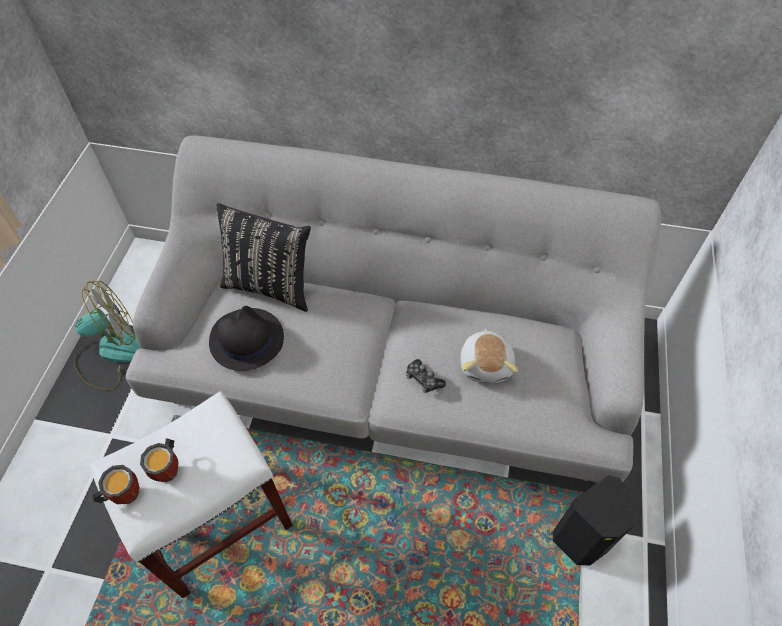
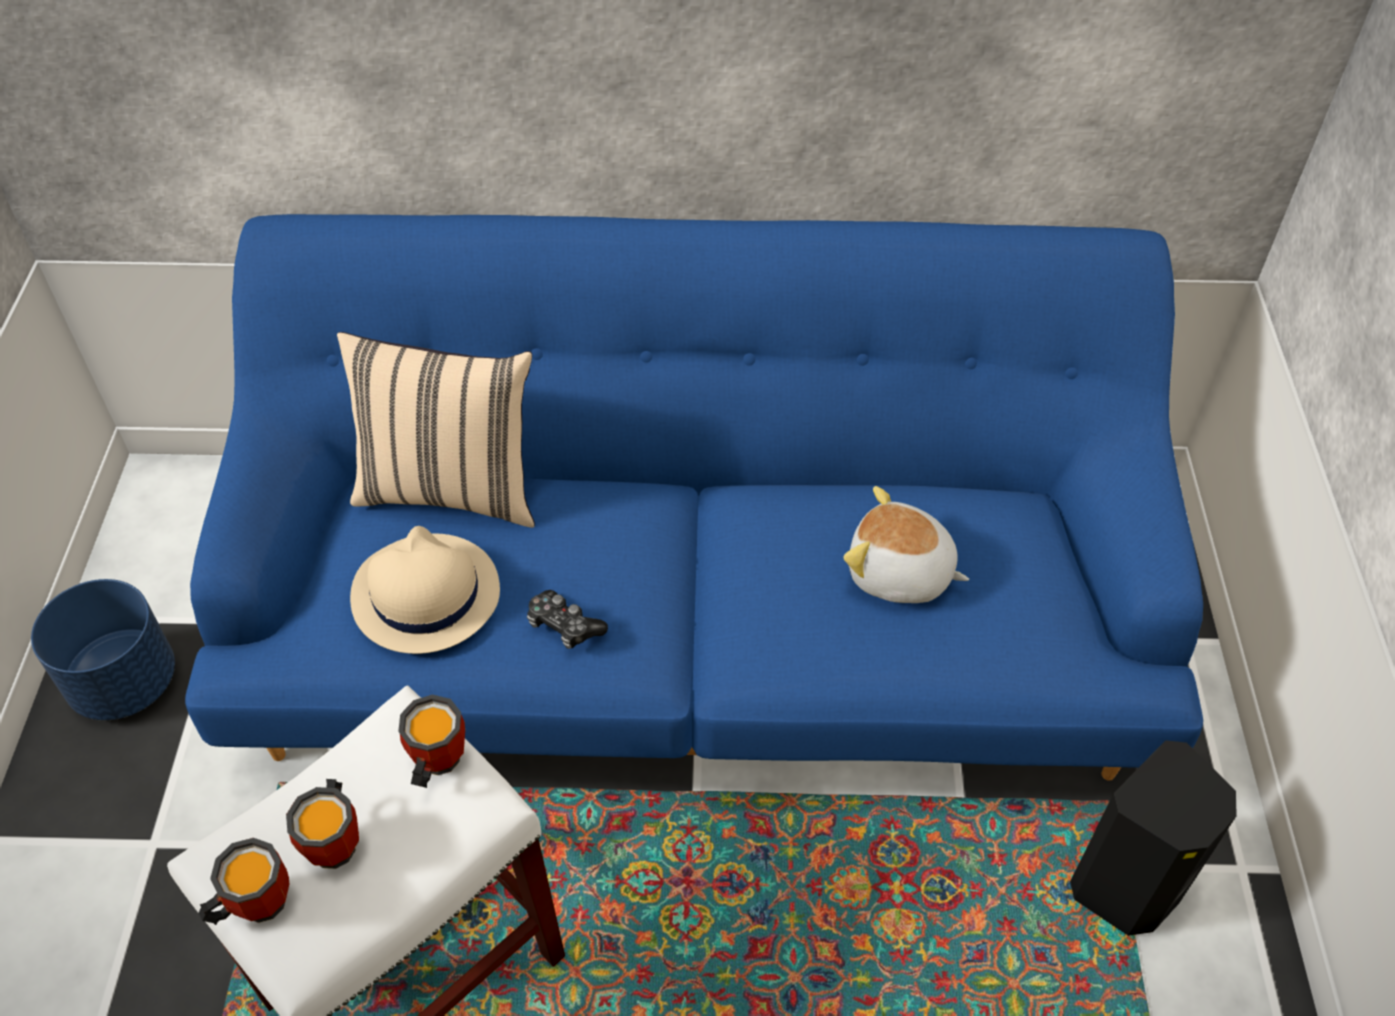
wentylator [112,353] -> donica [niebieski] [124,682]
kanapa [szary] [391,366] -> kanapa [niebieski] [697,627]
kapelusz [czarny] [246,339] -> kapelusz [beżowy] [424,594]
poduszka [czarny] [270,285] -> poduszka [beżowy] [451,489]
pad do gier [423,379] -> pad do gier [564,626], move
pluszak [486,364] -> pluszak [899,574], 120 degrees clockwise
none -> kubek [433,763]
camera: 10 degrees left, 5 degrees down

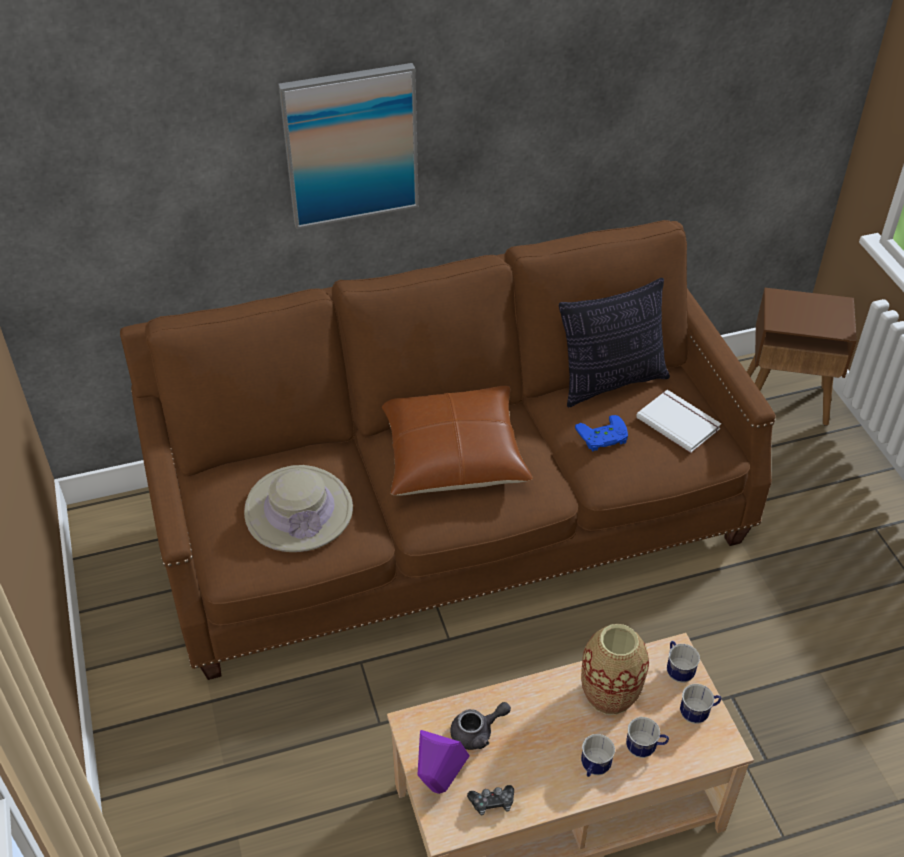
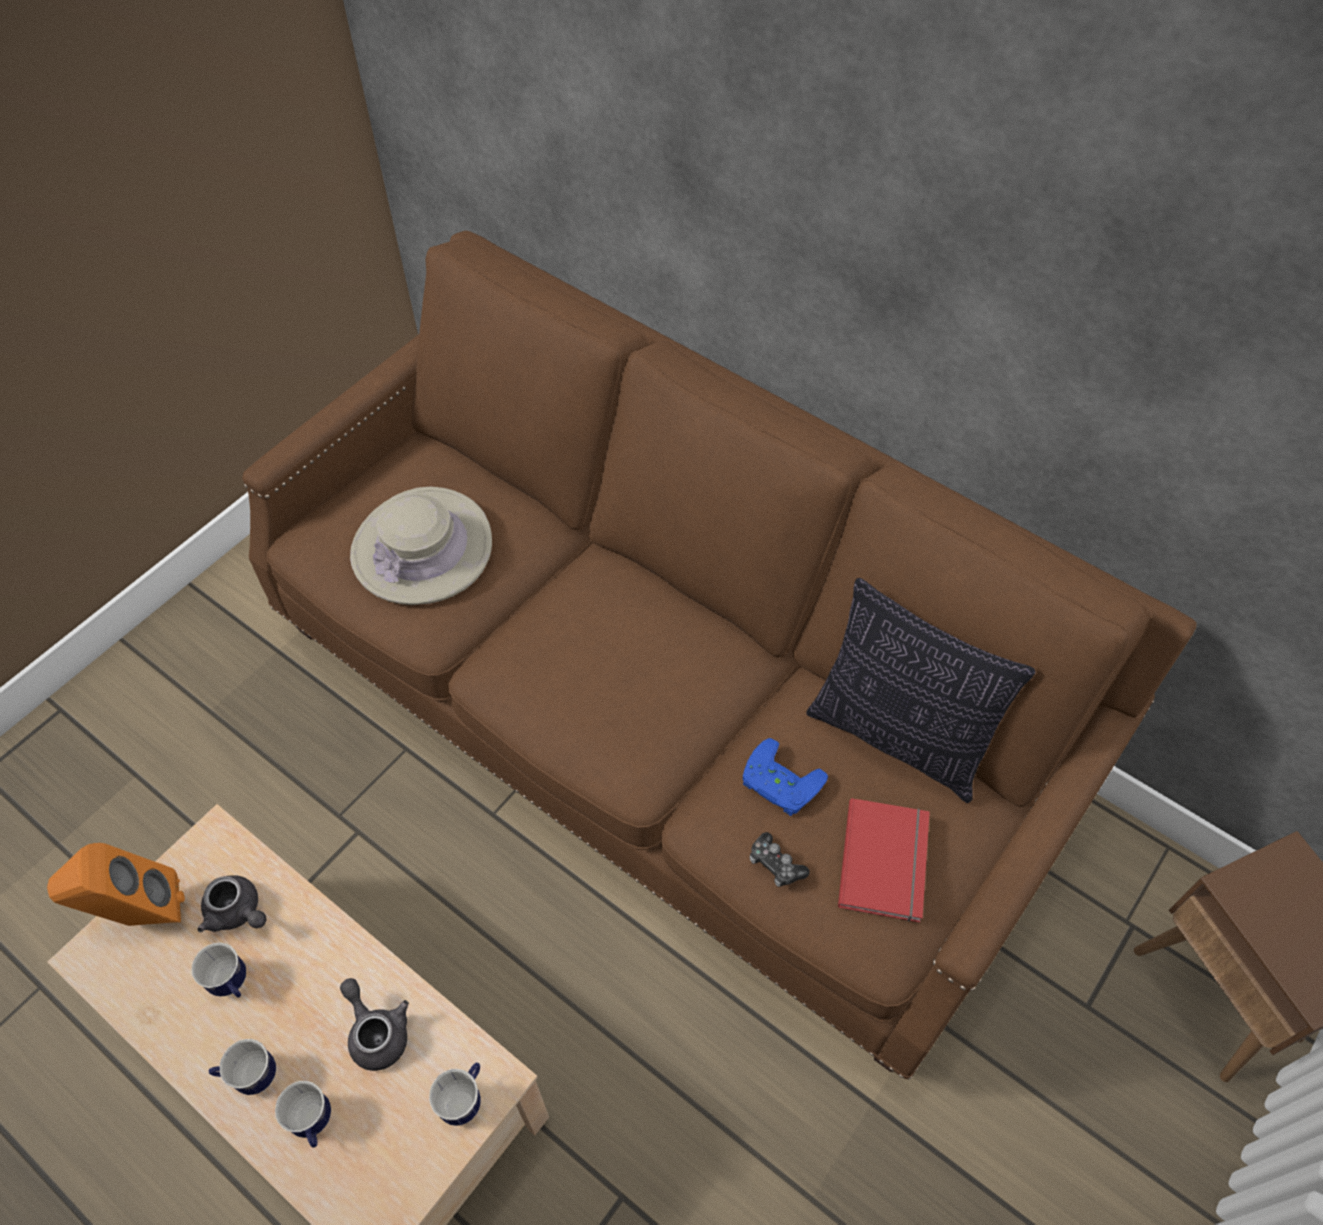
obraz [351,146] -> none
poduszka [brązowy] [453,455] -> none
głośnik [fioletowy] [439,787] -> głośnik [pomarańczowy] [141,915]
pad do gier [492,803] -> pad do gier [775,865], move
wazon [609,694] -> imbryk [szary] [377,1031]
książka [biały] [679,422] -> książka [czerwony] [887,861]
kubek [698,713] -> kubek [232,984], move
camera: 55 degrees right, 10 degrees up

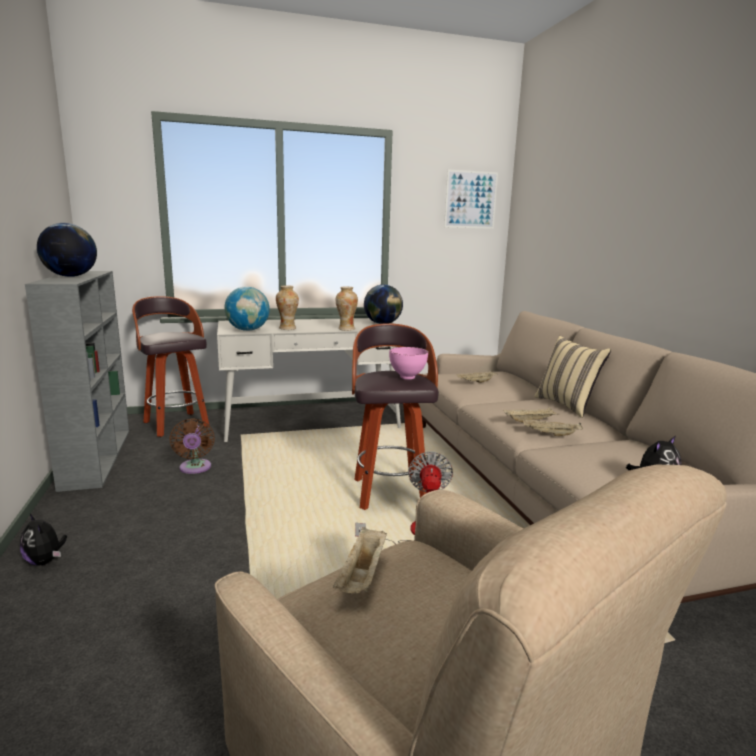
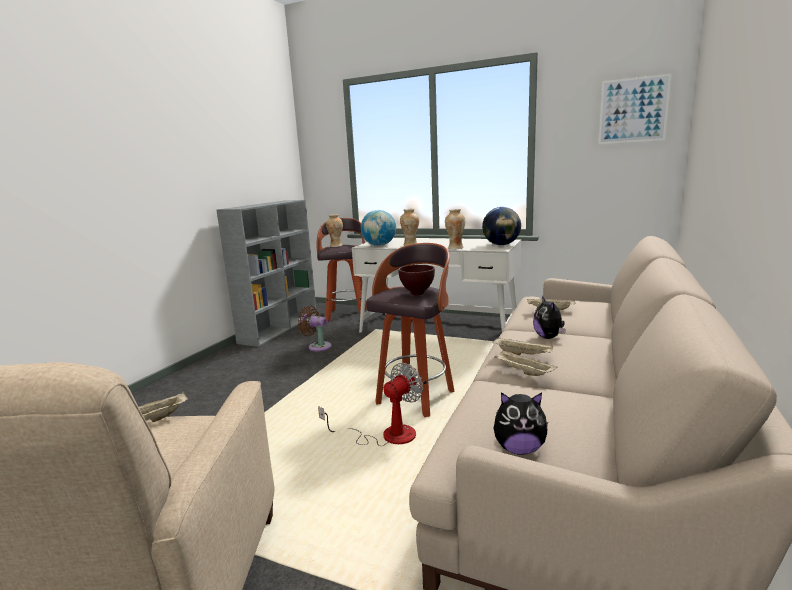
pluszak [45,561] -> pluszak [549,337], move
globus [70,276] -> none
wentylator [brązowy] [195,468] -> wentylator [brązowy] [317,346], 90 degrees clockwise
miska [różowy] [406,378] -> miska [brązowy] [416,294]
poduszka [beżowy] [567,405] -> none
none -> wazon [336,246]
camera: 40 degrees right, 0 degrees up

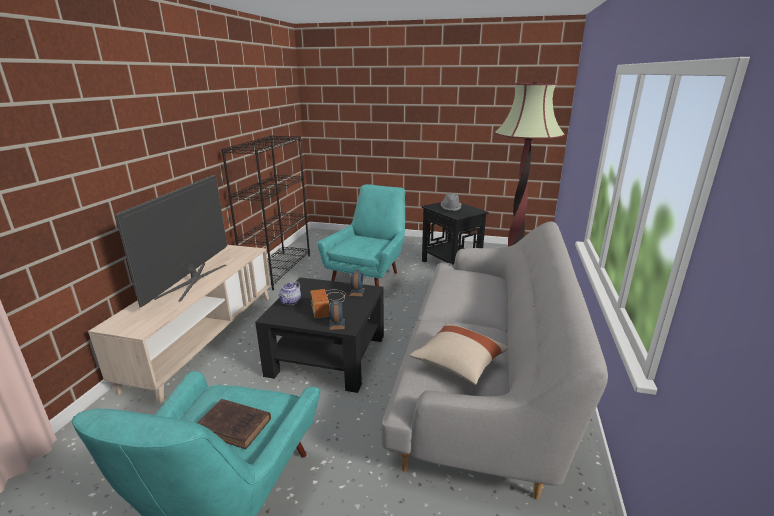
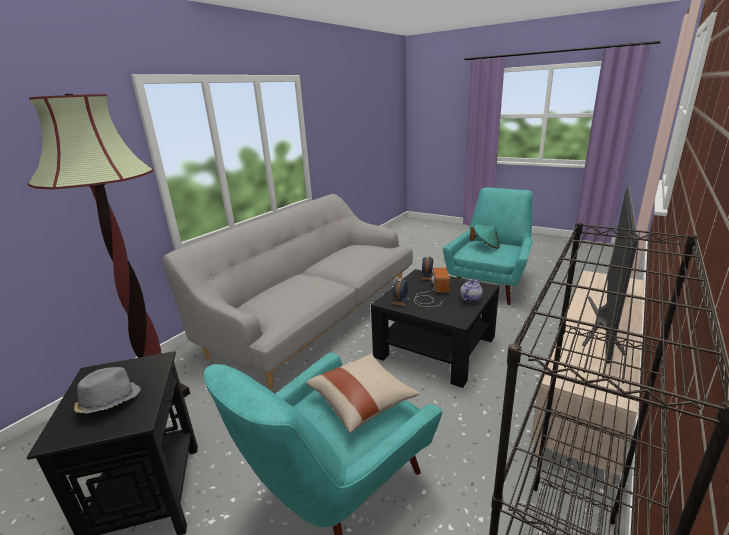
książka [brązowy] [235,426] -> kapelusz [turkusowy] [485,246]
poduszka [beżowy] [458,364] -> poduszka [beżowy] [362,402], move
camera: 160 degrees left, 0 degrees up

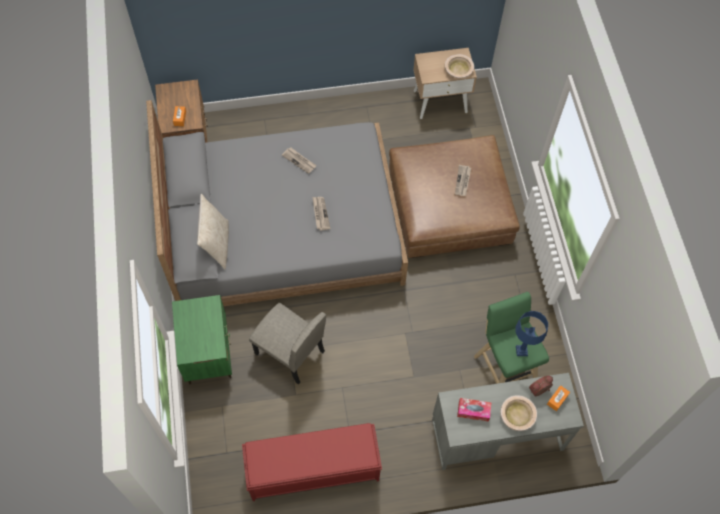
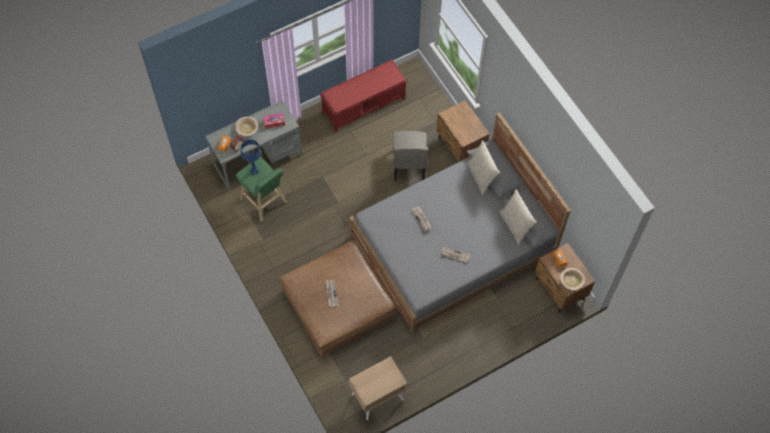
szafka nocna [zielony] [208,353] -> szafka nocna [brązowy] [460,147]
krzesło [beżowy] [289,353] -> krzesło [beżowy] [408,164], 105 degrees counterclockwise
miska [beżowy] [458,70] -> miska [beżowy] [571,281], move
none -> poduszka [beżowy] [515,225]
camera: 160 degrees right, 0 degrees up

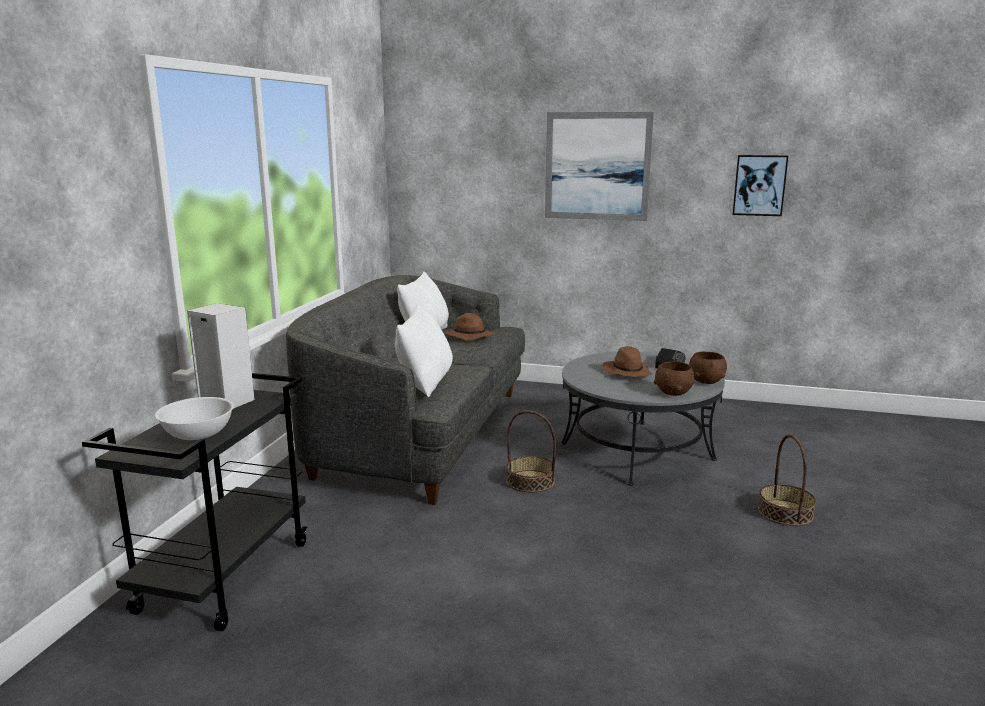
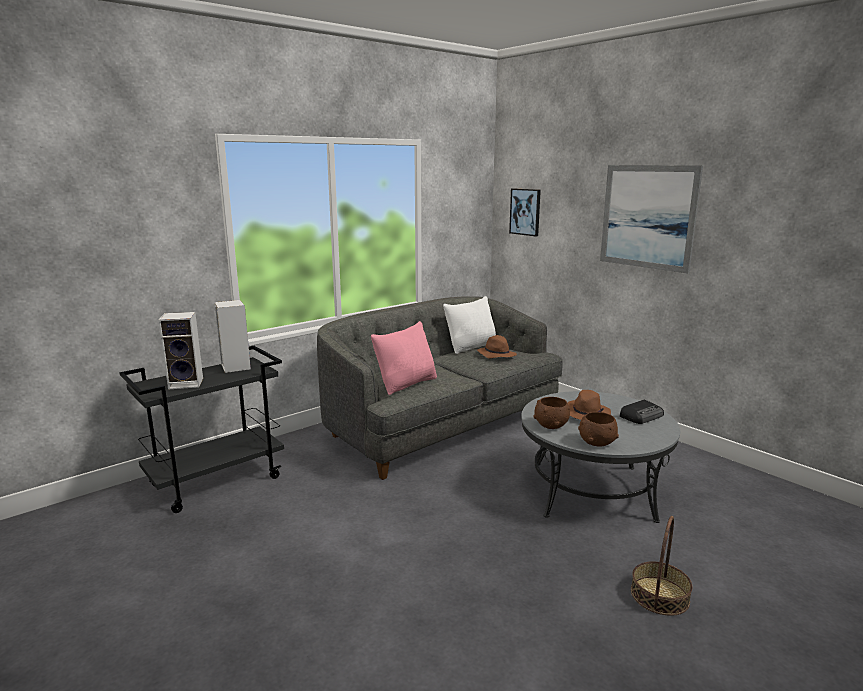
miska [biały] [198,434] -> głośnik [187,383]
poduszka [biały] [425,383] -> poduszka [różowy] [406,384]
koszyk [530,481] -> none
miska [brązowy] [706,381] -> miska [brązowy] [550,425], move
obraz [759,185] -> obraz [525,212], move
camera: 35 degrees right, 0 degrees up

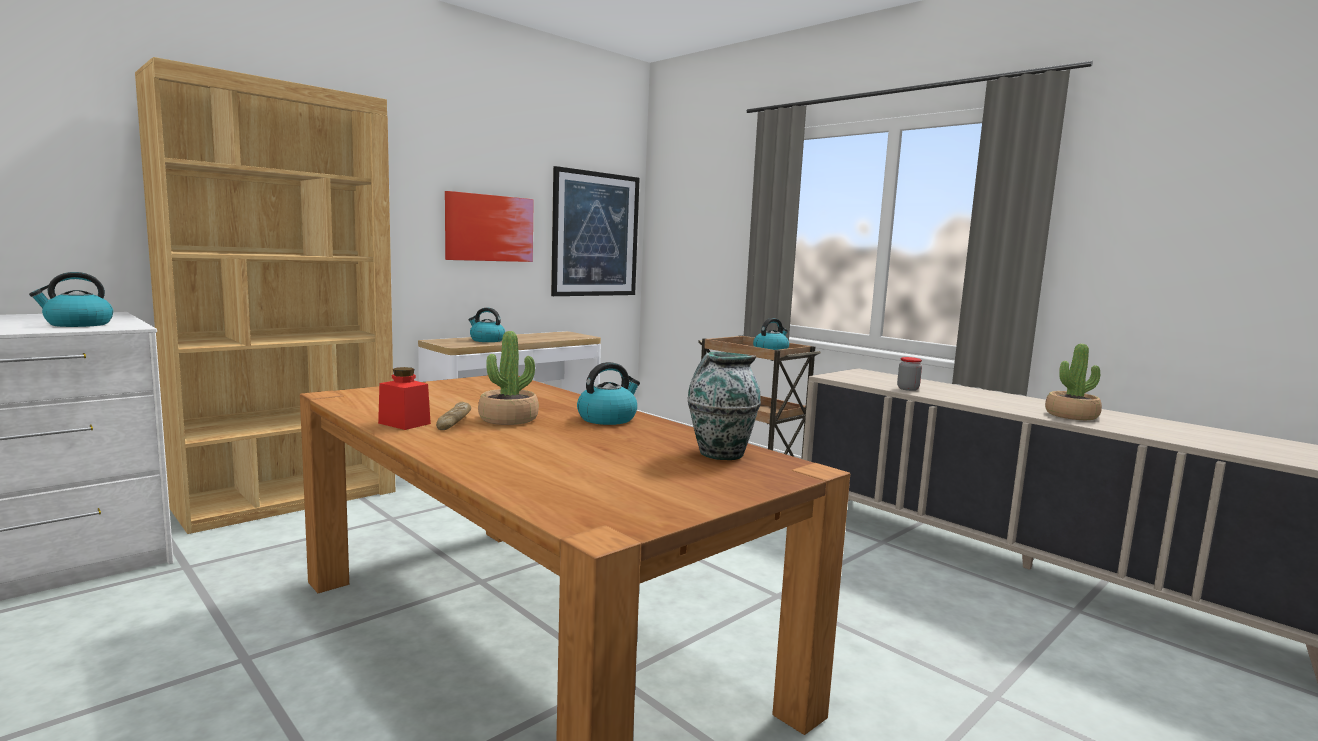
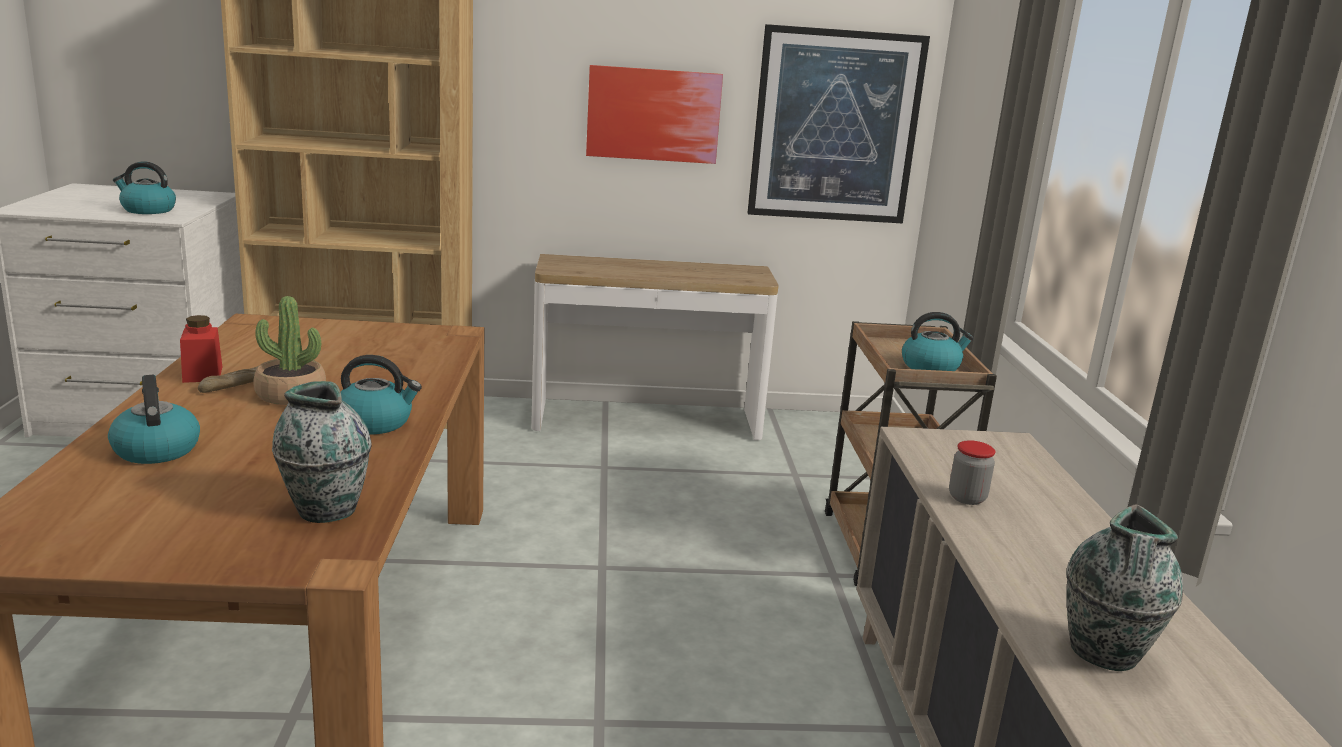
czajnik [486,340] -> czajnik [156,449], move
roślina doniczkowa [1071,416] -> wazon [1104,654]
camera: 40 degrees right, 10 degrees up

